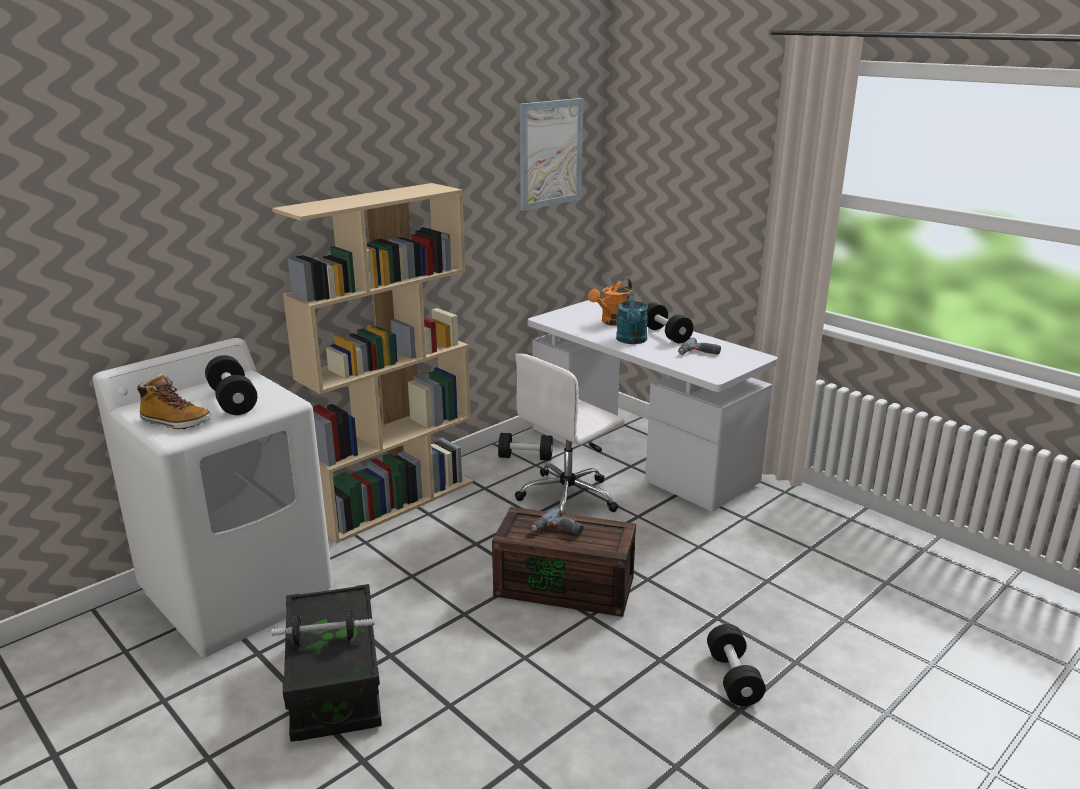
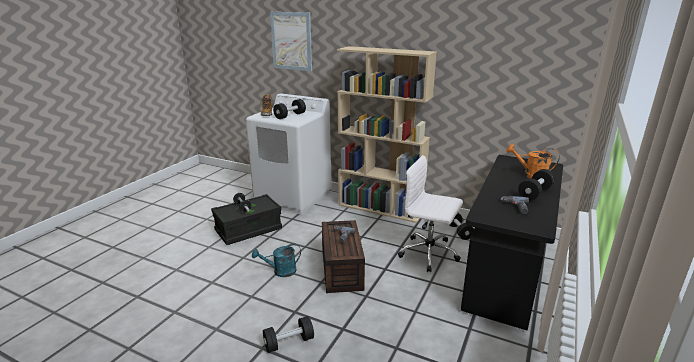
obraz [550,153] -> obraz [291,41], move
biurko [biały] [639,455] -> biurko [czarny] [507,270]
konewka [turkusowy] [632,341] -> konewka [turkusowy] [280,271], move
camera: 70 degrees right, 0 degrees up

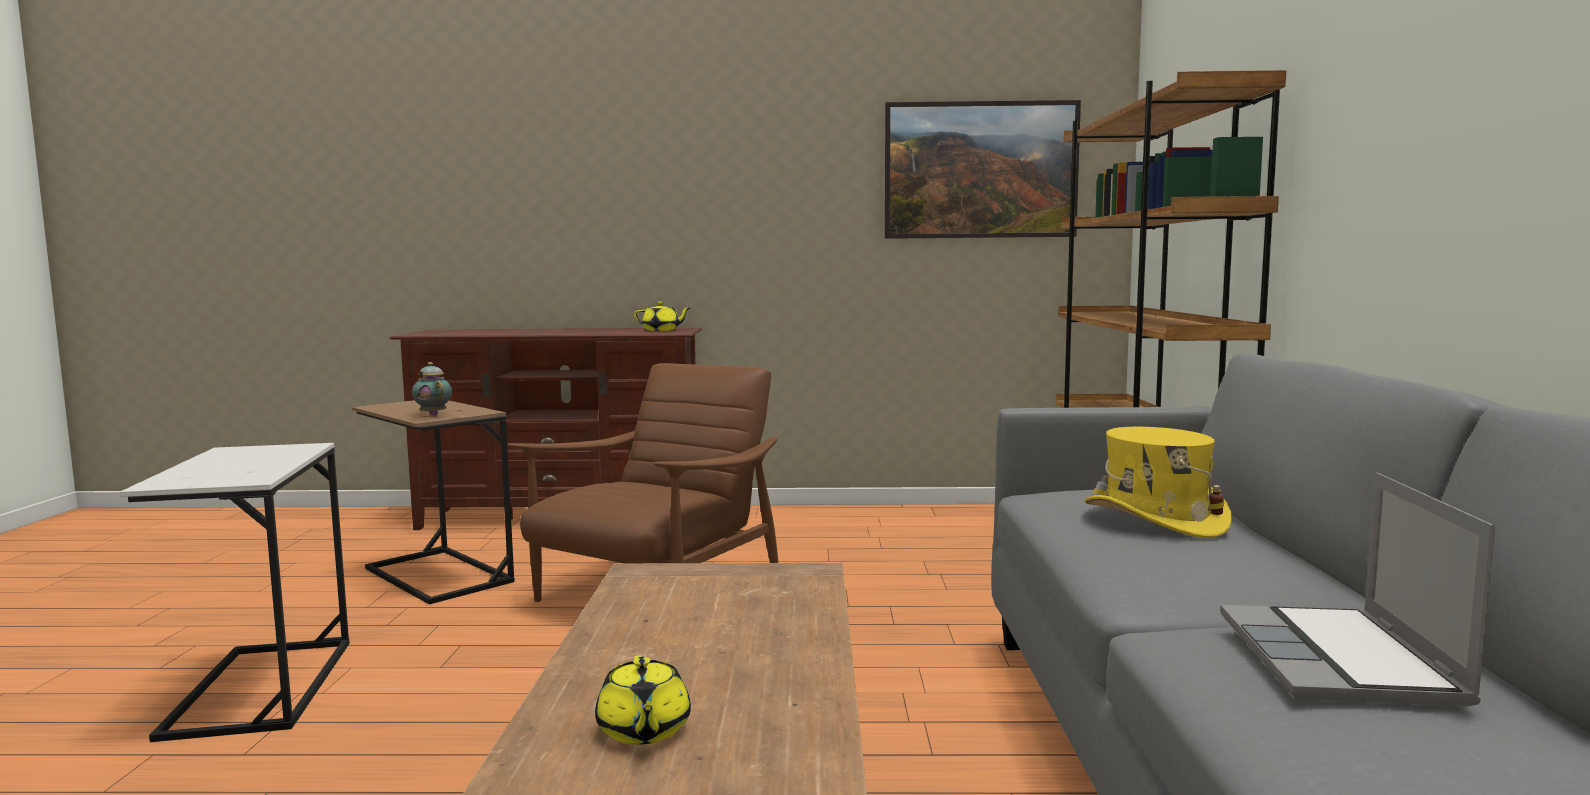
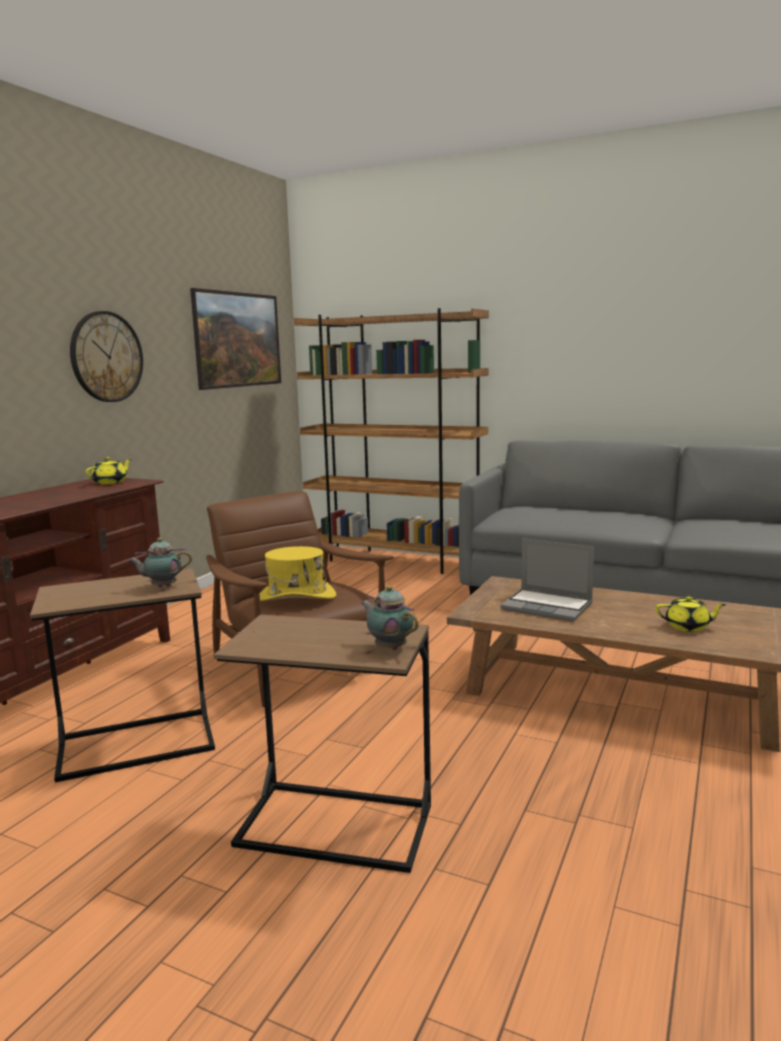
stolik [biały] [261,687] -> stolik [brązowy] [335,825]
kapelusz [żółty] [1154,519] -> kapelusz [żółty] [296,597], move
laptop [1341,660] -> laptop [548,607], move
none -> zegar ścienny [106,357]
none -> imbryk [389,647]
camera: 65 degrees left, 5 degrees up

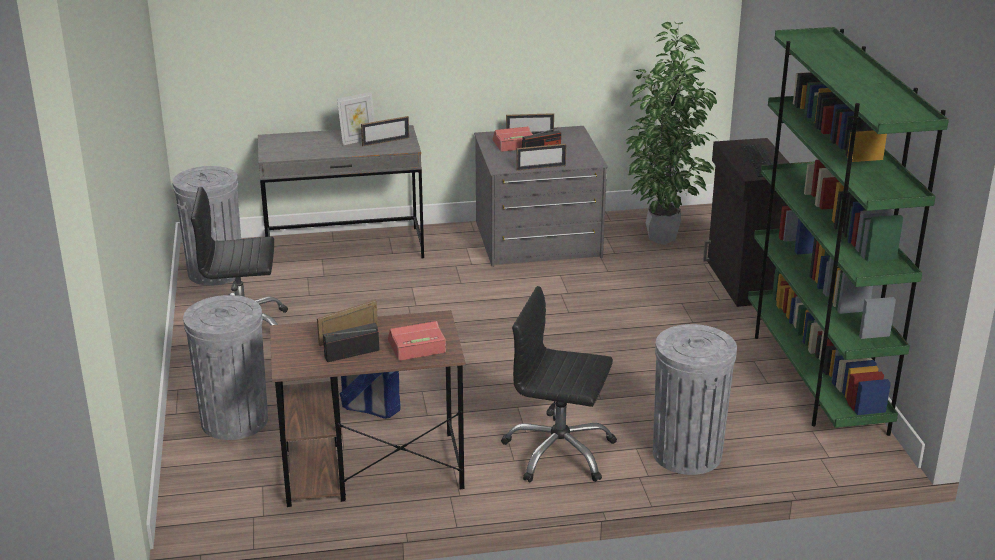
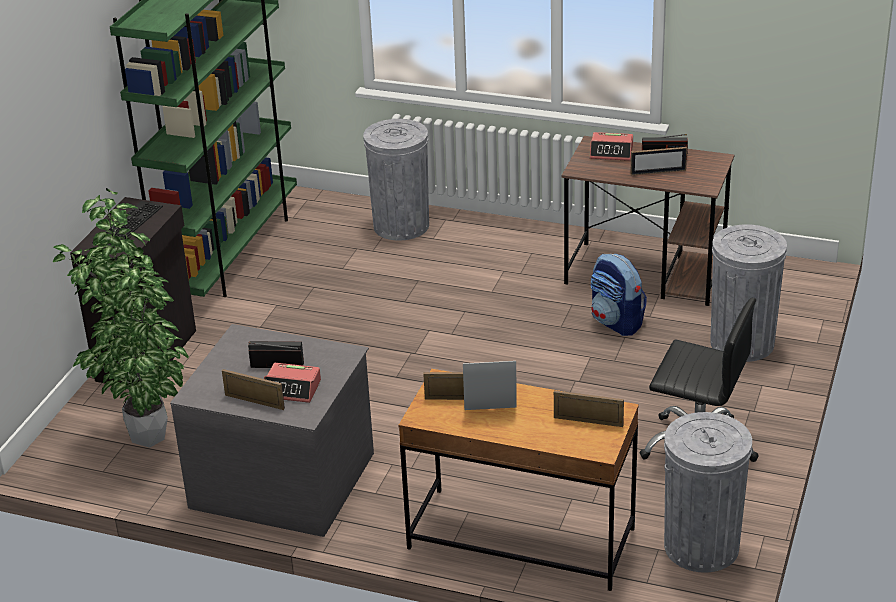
biurko [szary] [345,248] -> biurko [brązowy] [520,538]
krzesło biurowe [czarny] [559,452] -> none
ramka na zdjęcie [541,168] -> ramka na zdjęcie [588,421], move
camera: 150 degrees left, 5 degrees up

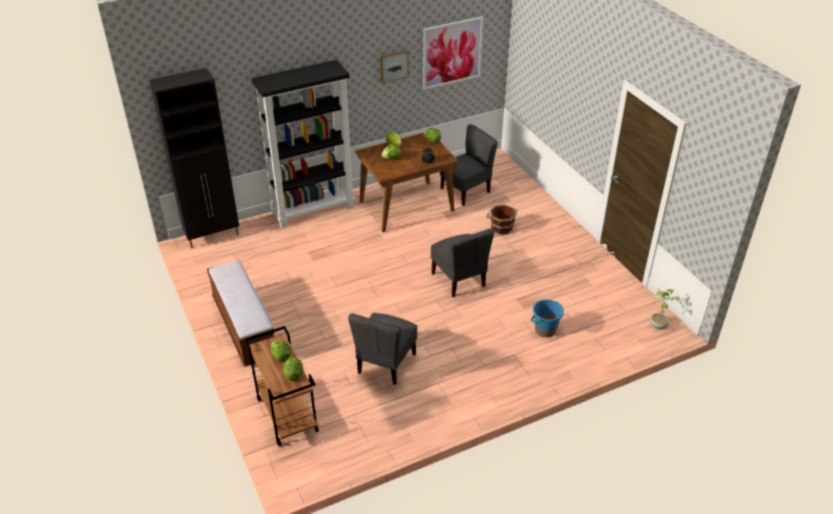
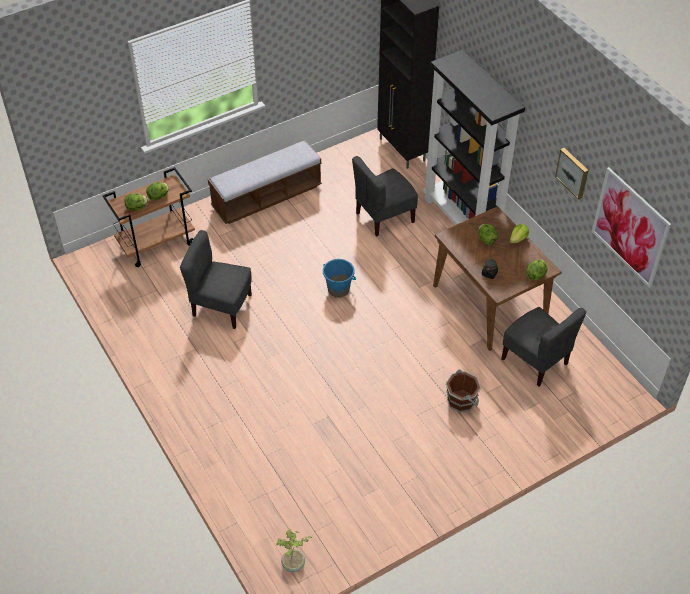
krzesło [szary] [459,280] -> krzesło [szary] [384,217], move
wiadro [niebieski] [545,330] -> wiadro [niebieski] [338,289], move
camera: 85 degrees right, 10 degrees up

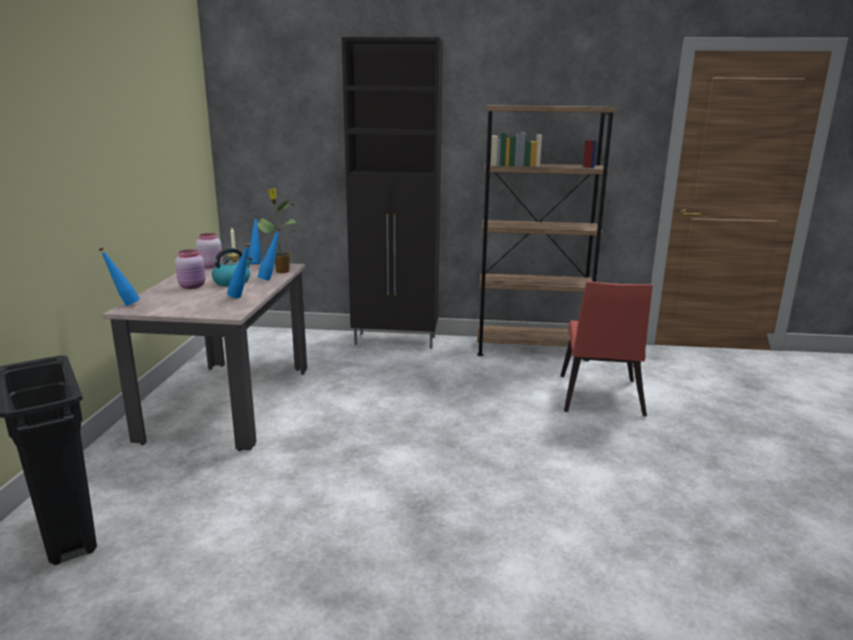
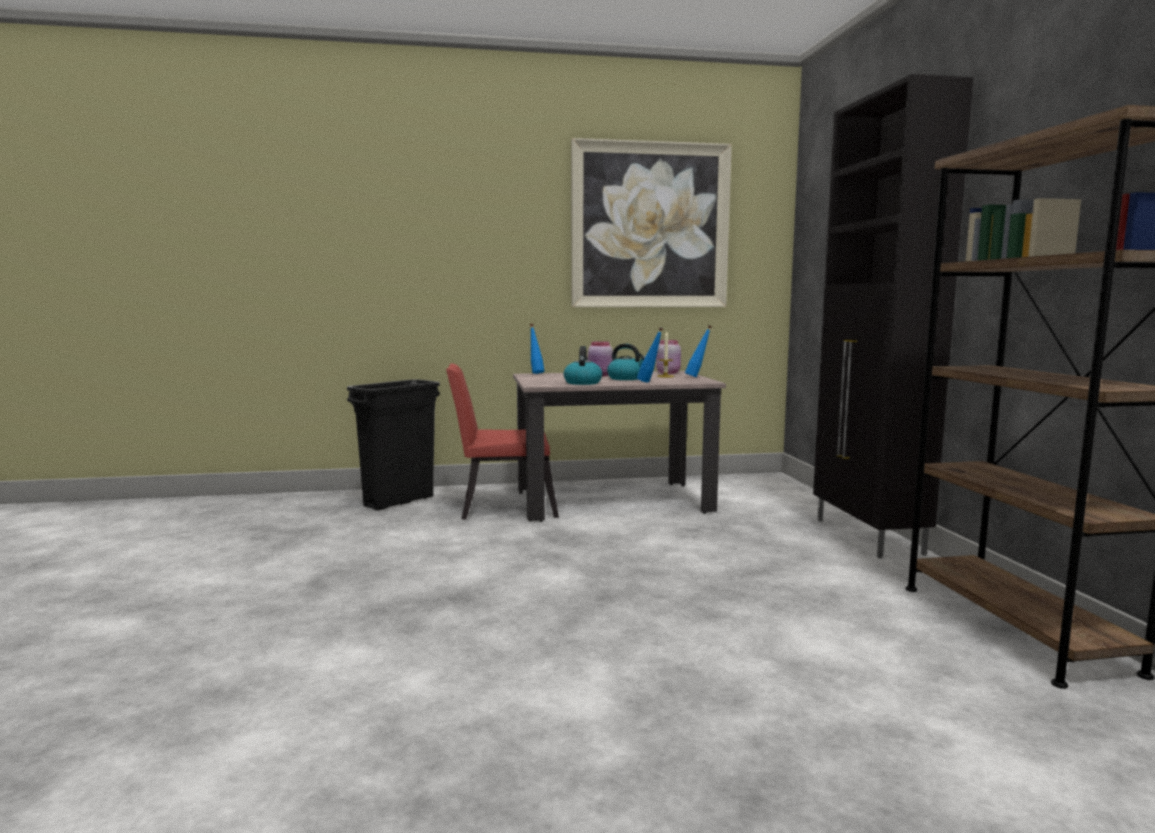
butelka [niebieski] [241,297] -> czajnik [582,383]
roślina doniczkowa [281,271] -> none
krzesło [czerwony] [599,398] -> krzesło [czerwony] [501,507], move
none -> obraz [650,226]
camera: 75 degrees right, 10 degrees down

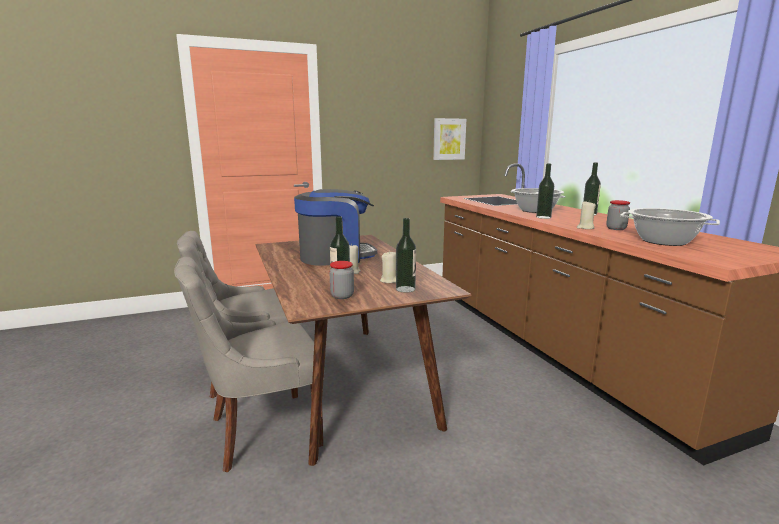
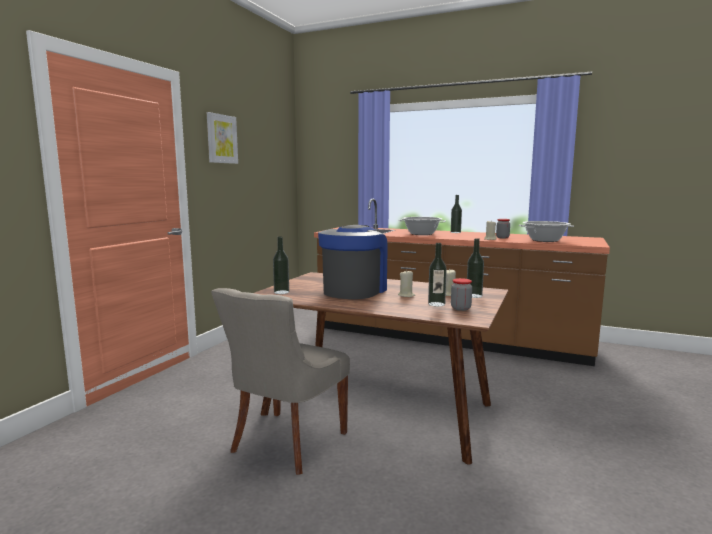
krzesło [szary] [262,431] -> none
obraz [449,139] -> obraz [221,139], move
butelka [543,217] -> butelka [281,292], move
camera: 45 degrees left, 5 degrees down

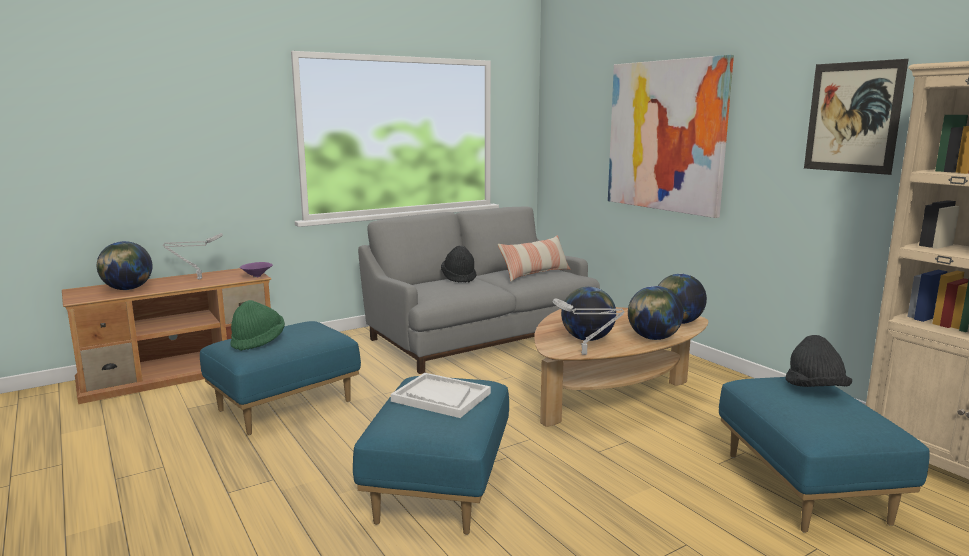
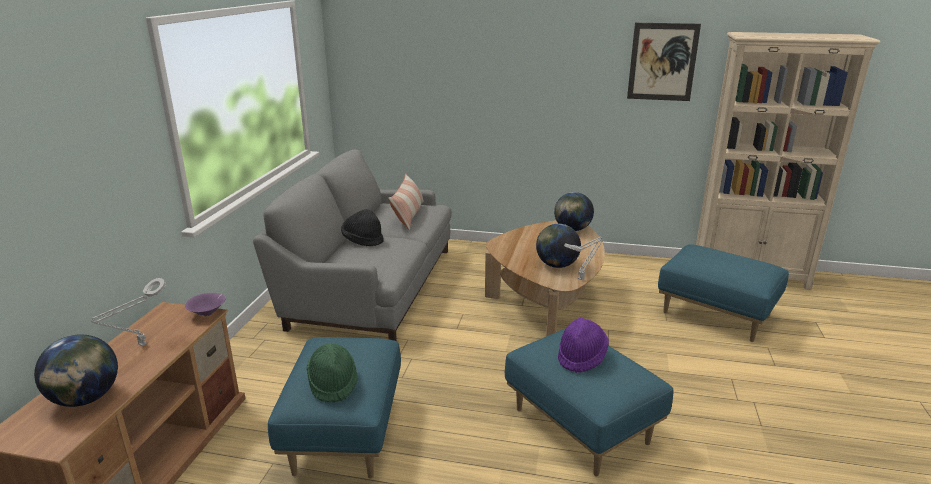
taca [biały] [441,397] -> kapelusz [fioletowy] [581,357]
obraz [665,136] -> none
globus [653,338] -> none
kapelusz [czarny] [814,389] -> none
camera: 45 degrees left, 10 degrees up

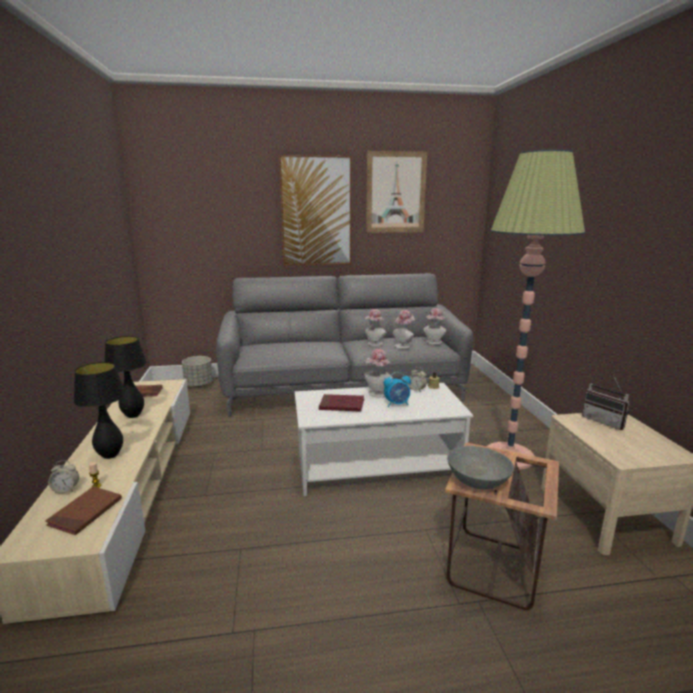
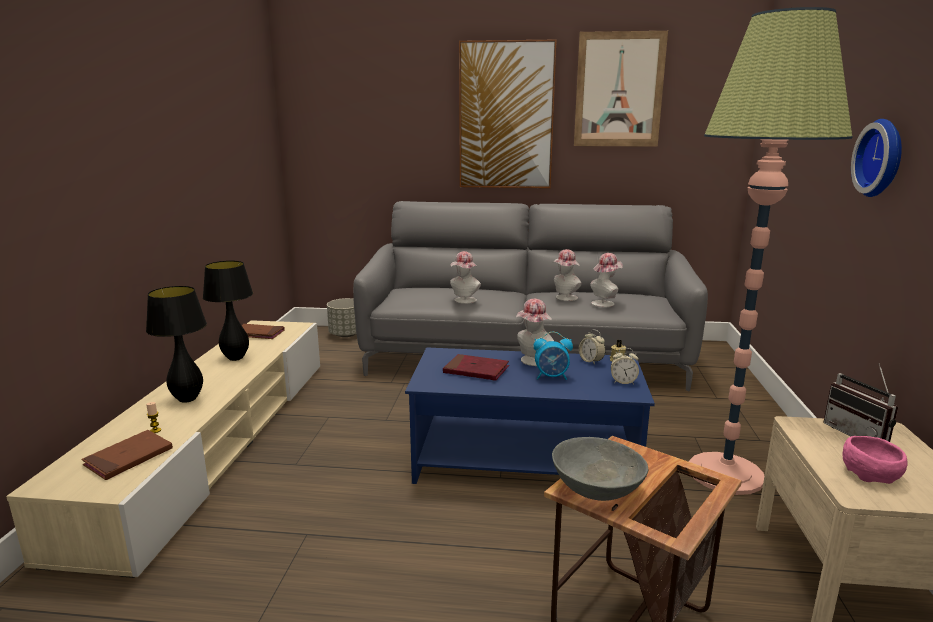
budzik [66,490] -> budzik [623,382], move
ława [biały] [378,465] -> ława [niebieski] [526,460]
kapelusz [434,342] -> kapelusz [464,301], move
none -> miska [różowy] [871,473]
none -> zegar ścienny [883,158]
camera: 15 degrees right, 0 degrees up

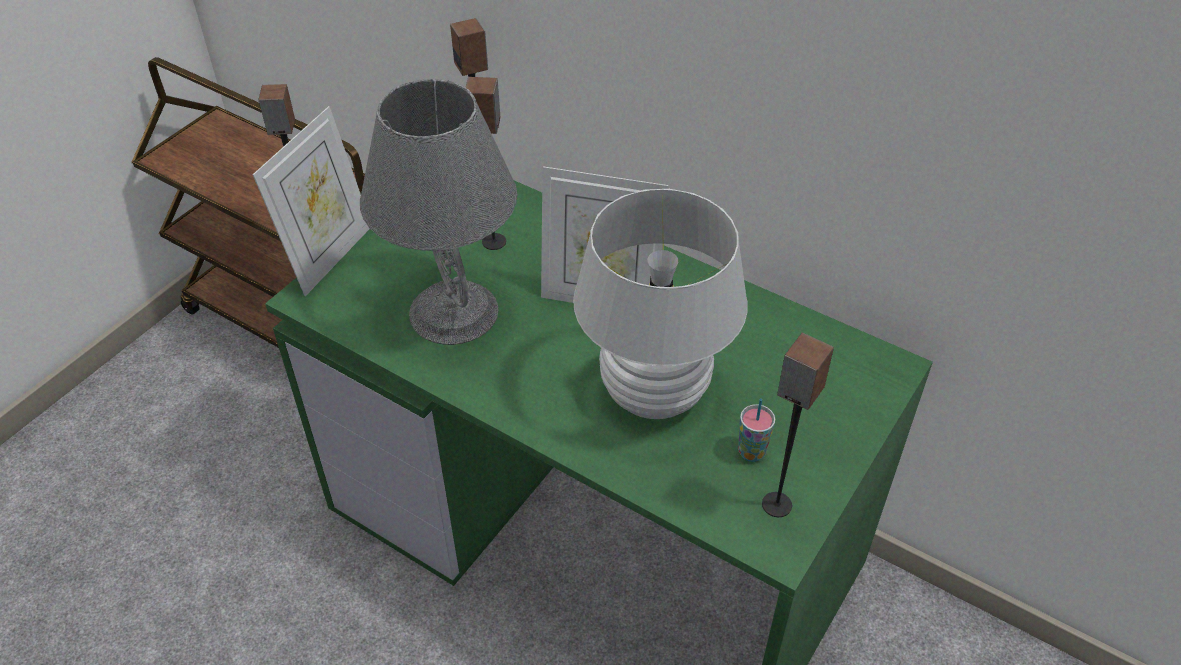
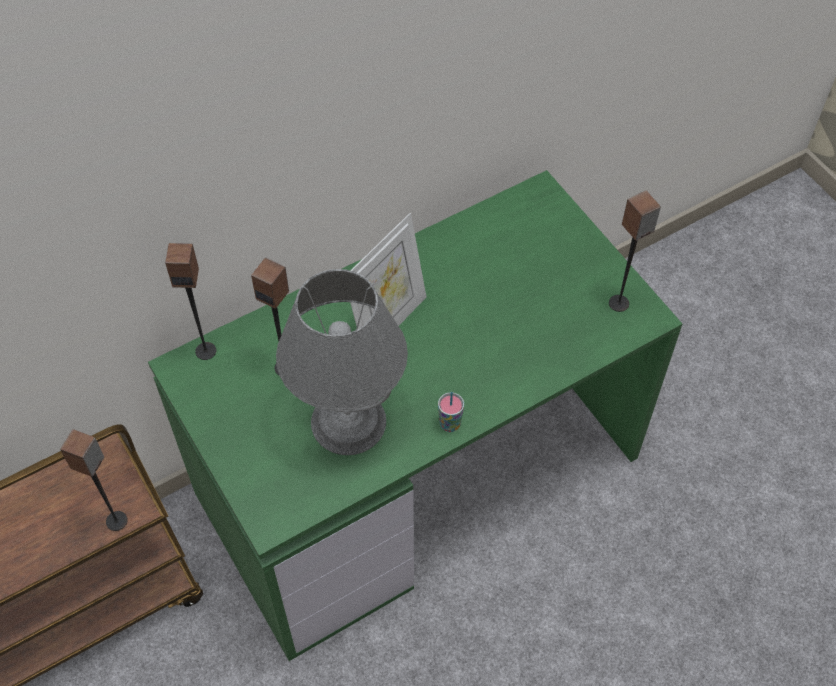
ramka na zdjęcie [329,256] -> none
lampa stołowa [biały] [654,394] -> none
filiżanka [751,452] -> filiżanka [450,424], move
camera: 65 degrees left, 10 degrees up

